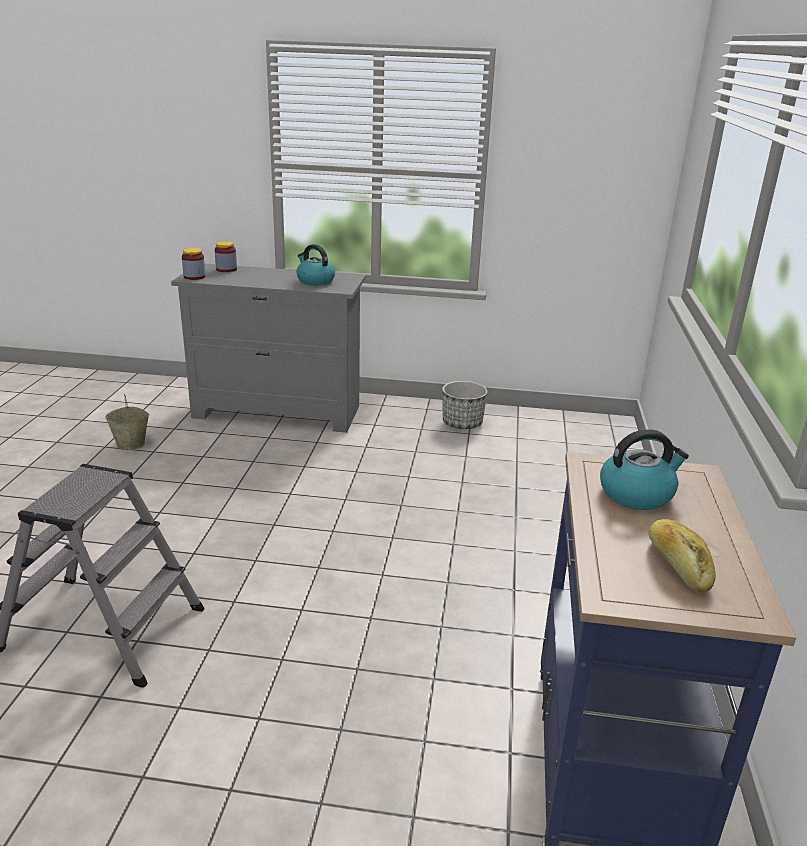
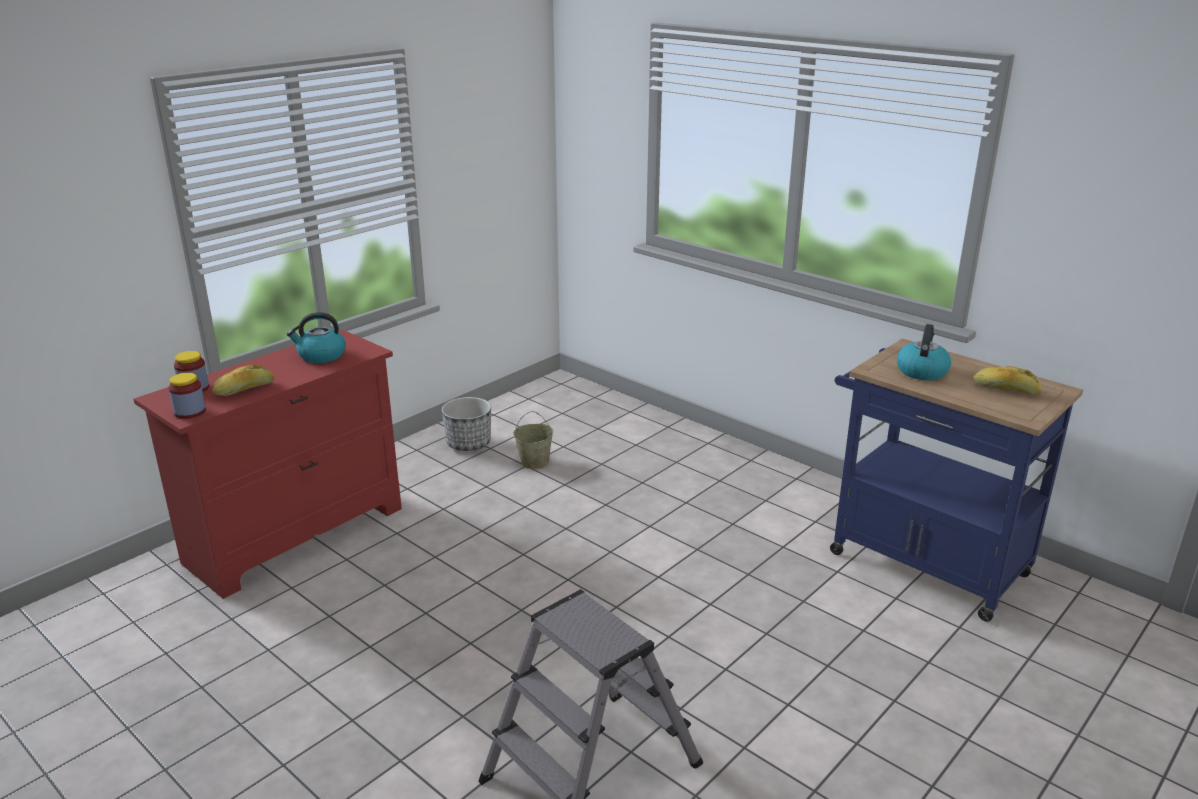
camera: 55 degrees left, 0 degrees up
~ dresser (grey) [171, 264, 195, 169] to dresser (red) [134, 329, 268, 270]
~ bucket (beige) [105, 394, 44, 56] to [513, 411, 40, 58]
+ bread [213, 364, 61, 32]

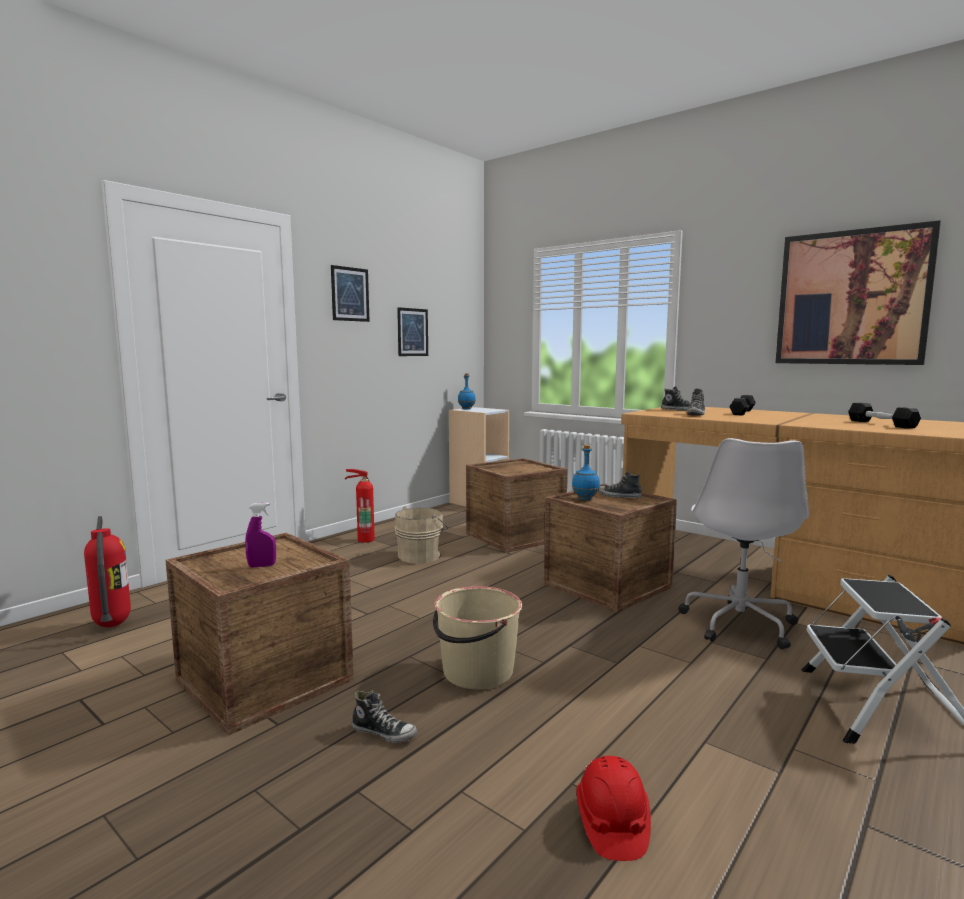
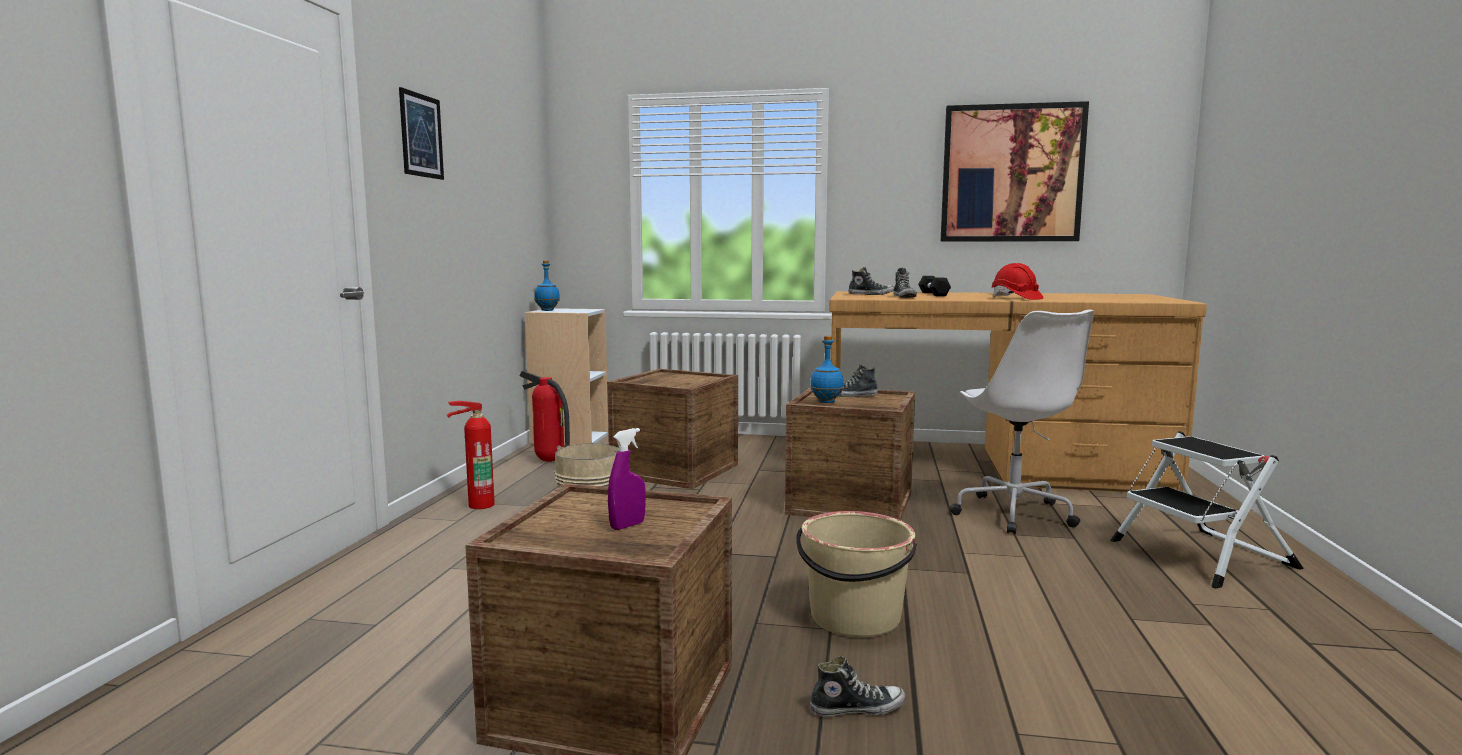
camera: 30 degrees left, 0 degrees up
- picture [397, 307, 31, 49]
- dumbbell (black) [848, 403, 73, 26]
~ fire extinguisher [84, 516, 47, 111] to [520, 371, 50, 91]
~ hard hat (red) [576, 756, 75, 105] to [991, 263, 52, 37]

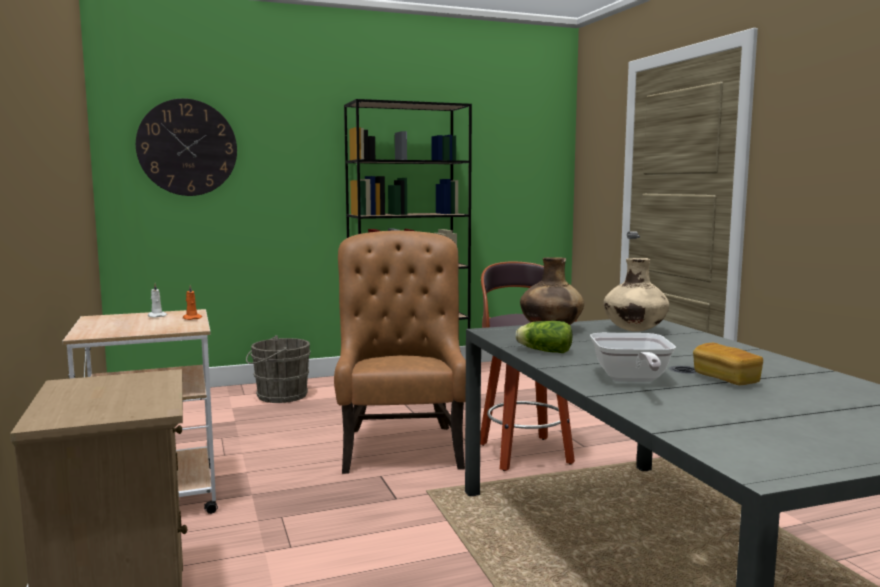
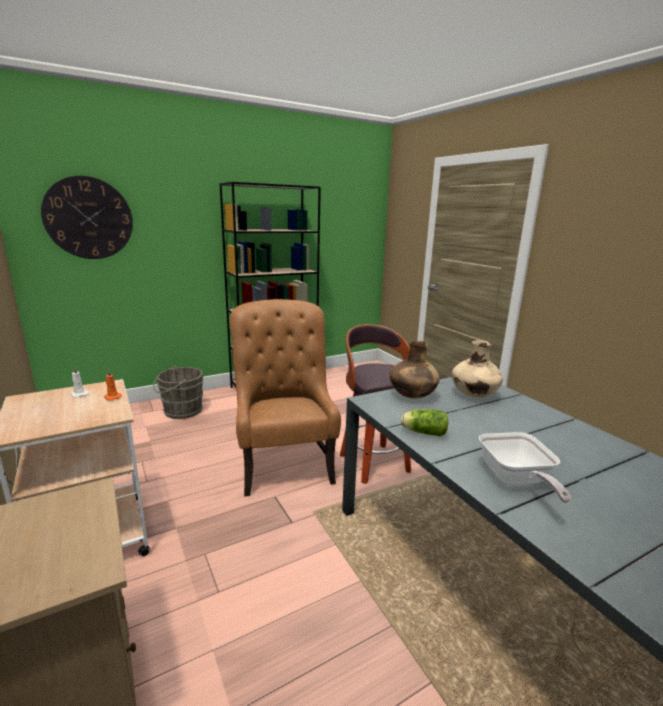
camera: 10 degrees left, 10 degrees up
- bread [693, 343, 70, 42]

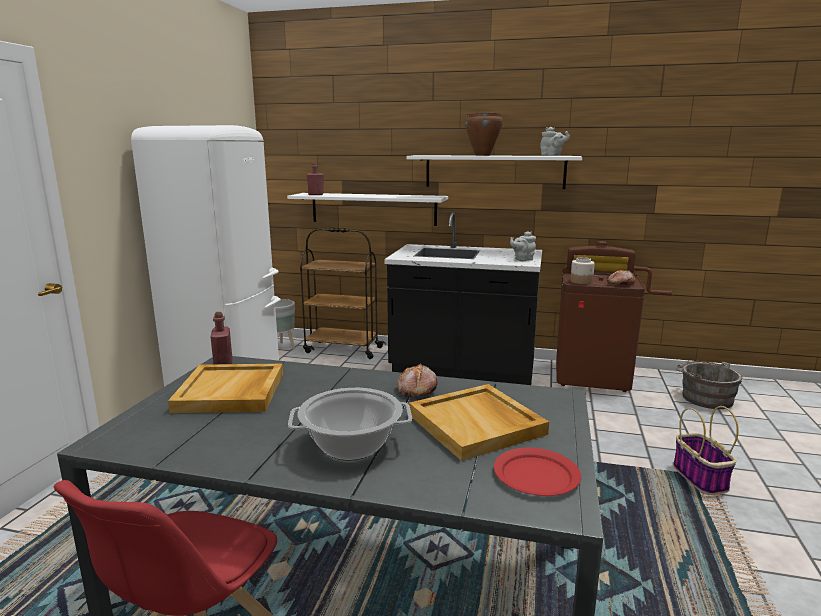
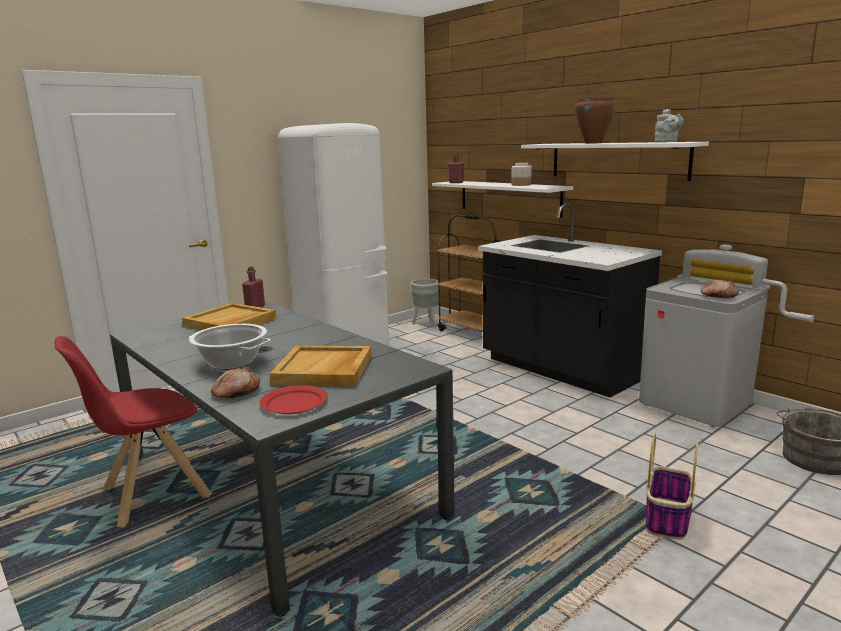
camera: 35 degrees right, 0 degrees up
- teapot (grey) [510, 231, 26, 30]
~ washing machine (brown) [556, 241, 116, 151] to washing machine (grey) [639, 245, 175, 183]
~ jar [570, 257, 25, 27] to [511, 163, 21, 23]
~ bread [397, 363, 40, 34] to [211, 367, 49, 31]

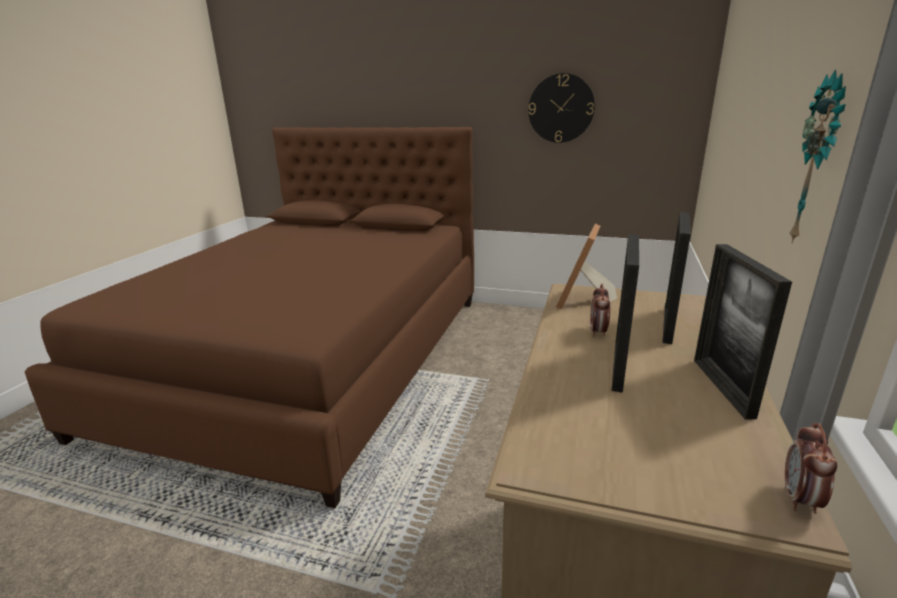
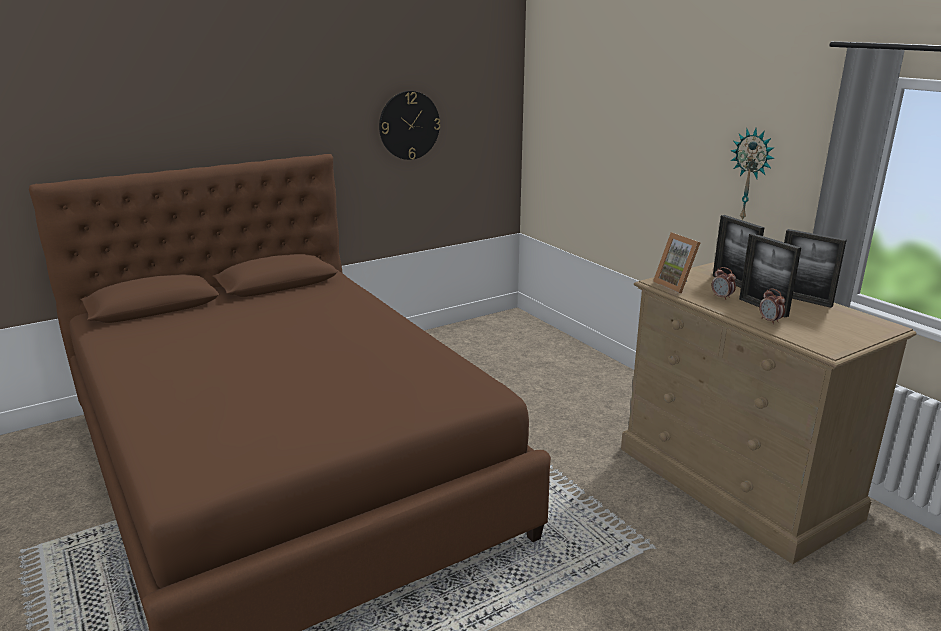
camera: 50 degrees left, 0 degrees up
~ alarm clock [785, 423, 52, 91] to [759, 288, 26, 36]

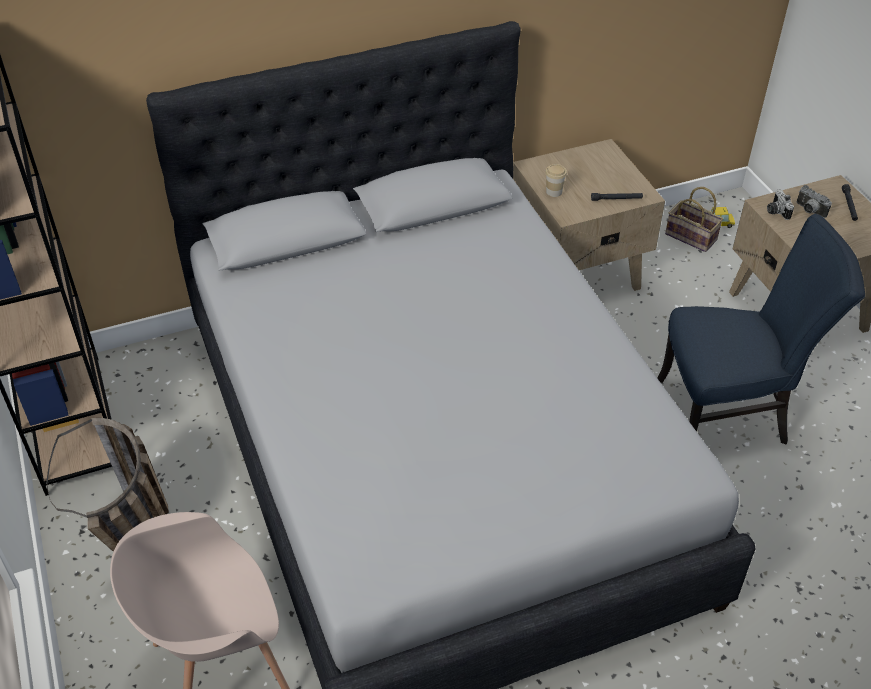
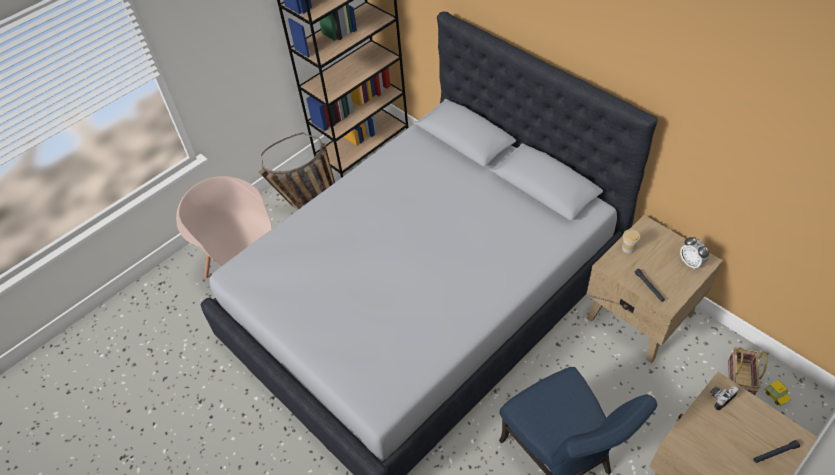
camera: 70 degrees right, 5 degrees up
- photo camera [797, 185, 35, 33]
+ alarm clock [680, 237, 29, 33]

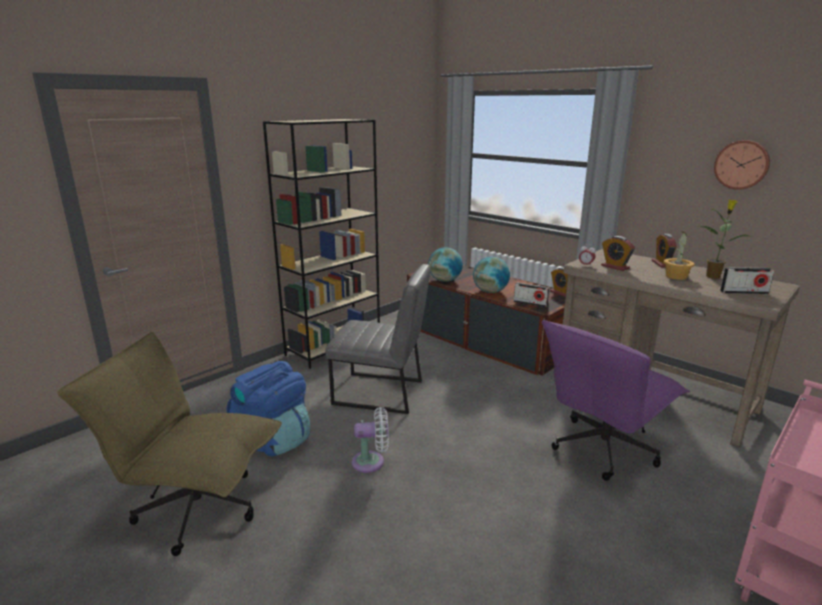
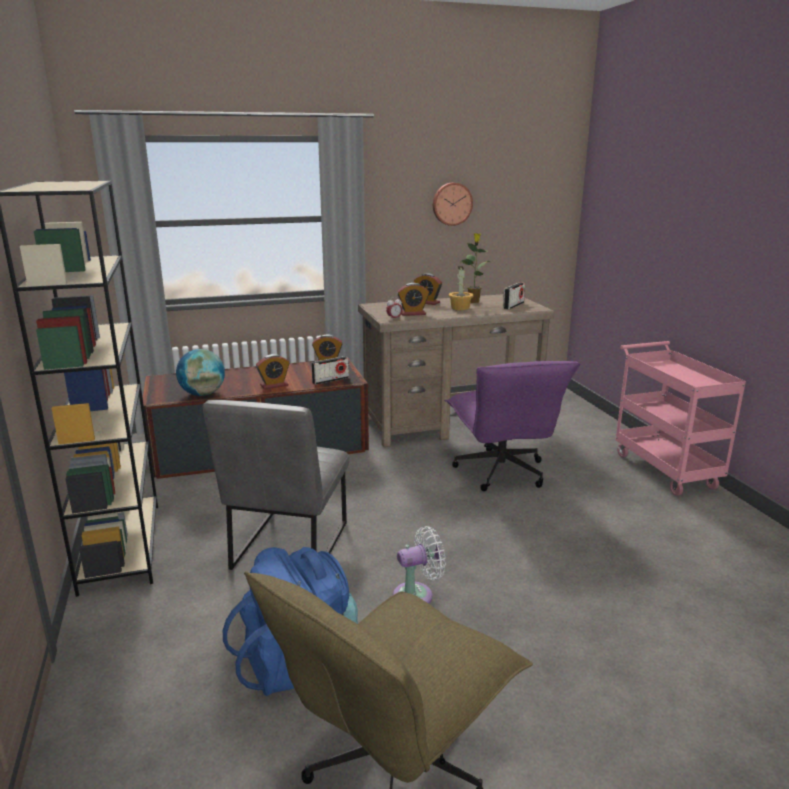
camera: 60 degrees left, 0 degrees up
~ globe [473, 257, 37, 36] to alarm clock [256, 354, 34, 35]
~ chair (grey) [325, 264, 105, 150] = [203, 400, 146, 170] 150 degrees clockwise
~ fan (white) [352, 407, 37, 66] = [393, 526, 53, 78] 45 degrees clockwise

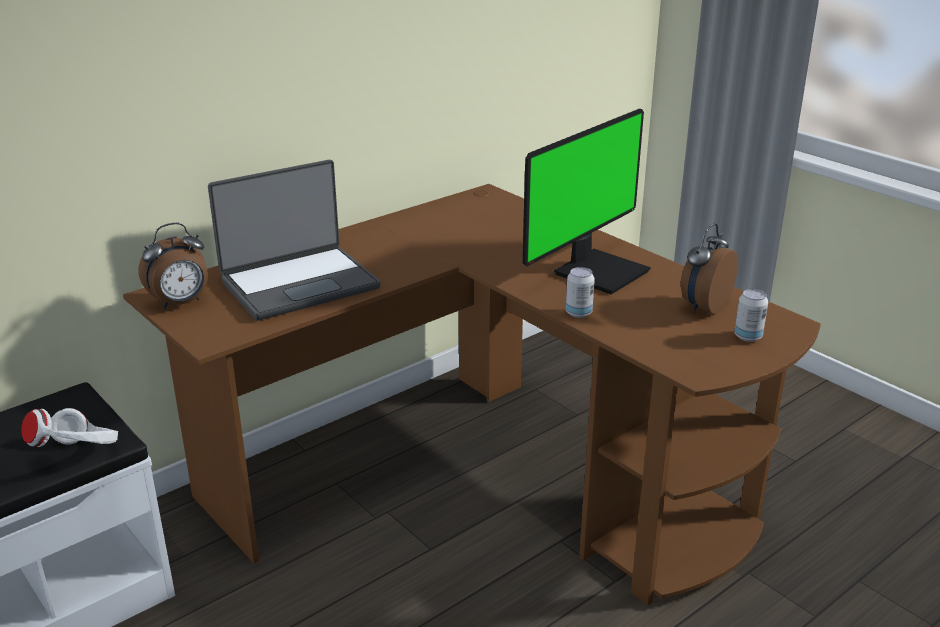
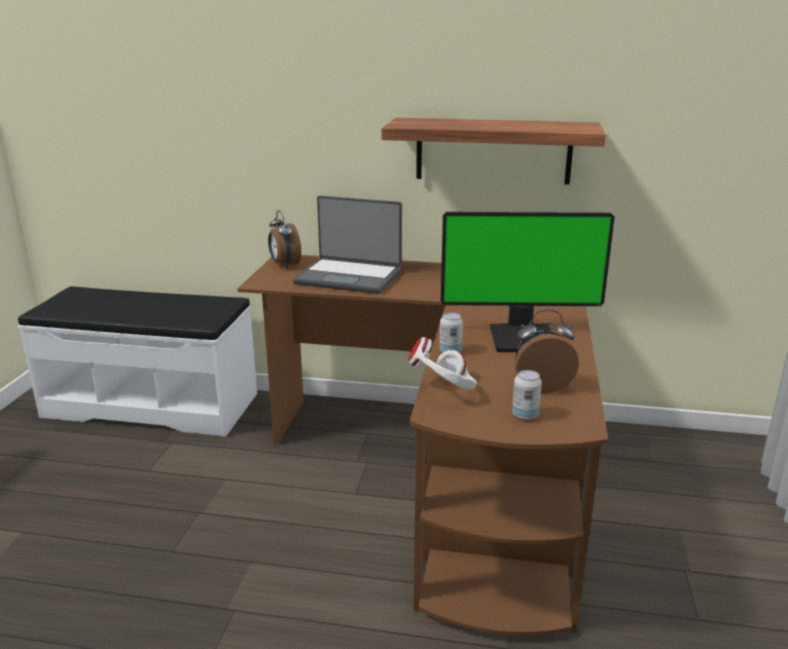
camera: 50 degrees right, 5 degrees down
~ alarm clock [138, 223, 70, 86] = [268, 210, 33, 58] 45 degrees clockwise
~ headphones (white) [21, 408, 97, 39] to [408, 337, 69, 53]
+ shelf [381, 118, 225, 67]

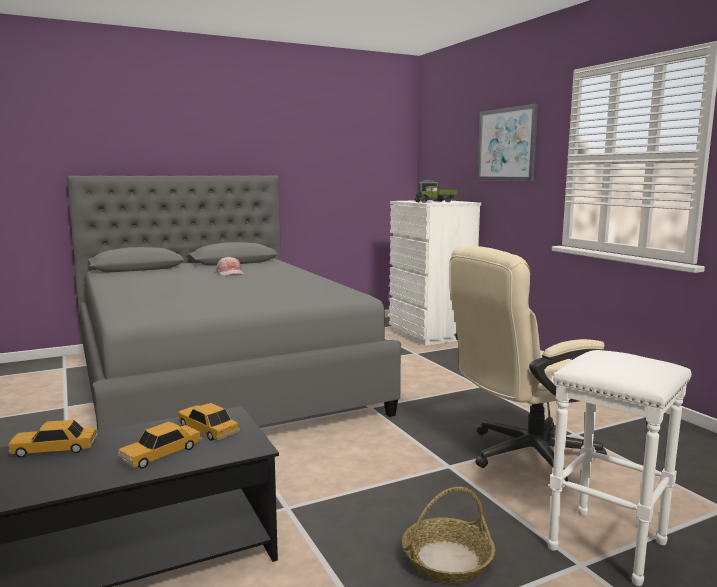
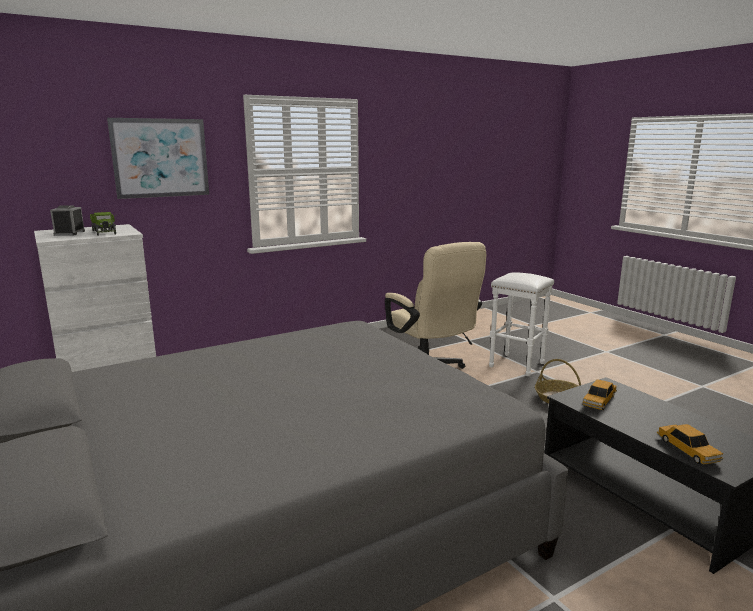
camera: 95 degrees left, 5 degrees up
- cap (pink) [215, 256, 29, 20]
- toy car [118, 422, 84, 47]

